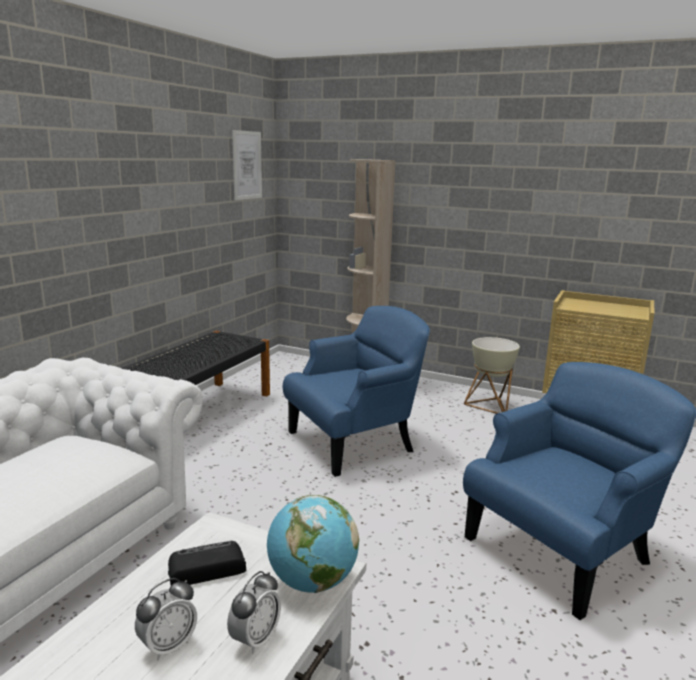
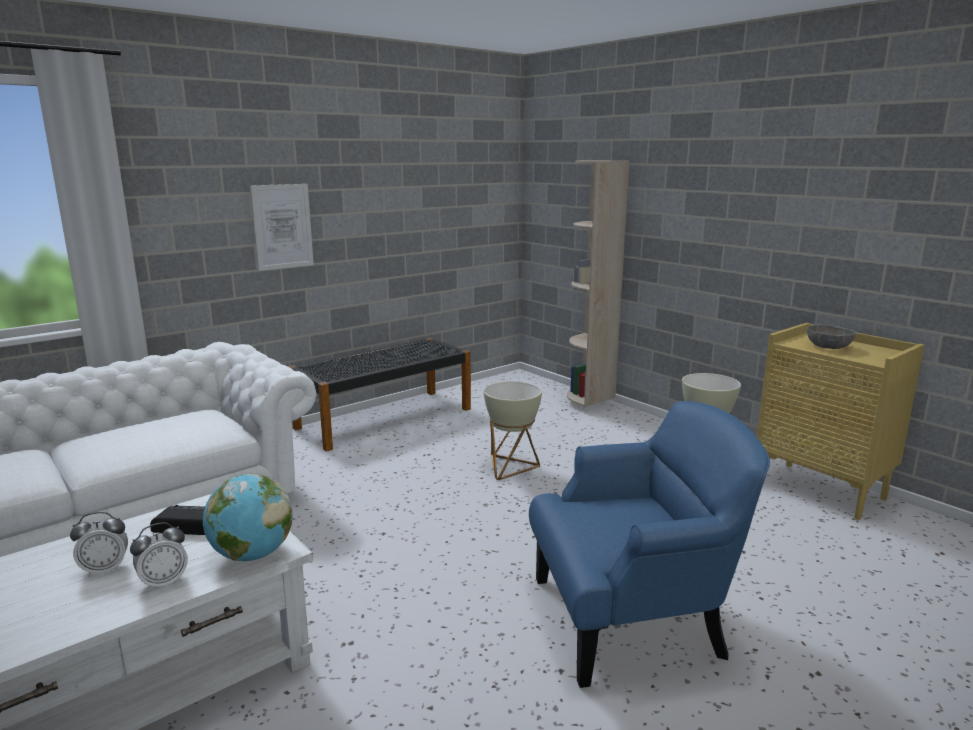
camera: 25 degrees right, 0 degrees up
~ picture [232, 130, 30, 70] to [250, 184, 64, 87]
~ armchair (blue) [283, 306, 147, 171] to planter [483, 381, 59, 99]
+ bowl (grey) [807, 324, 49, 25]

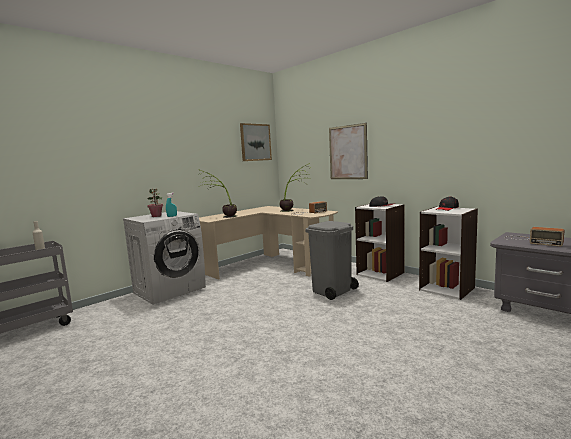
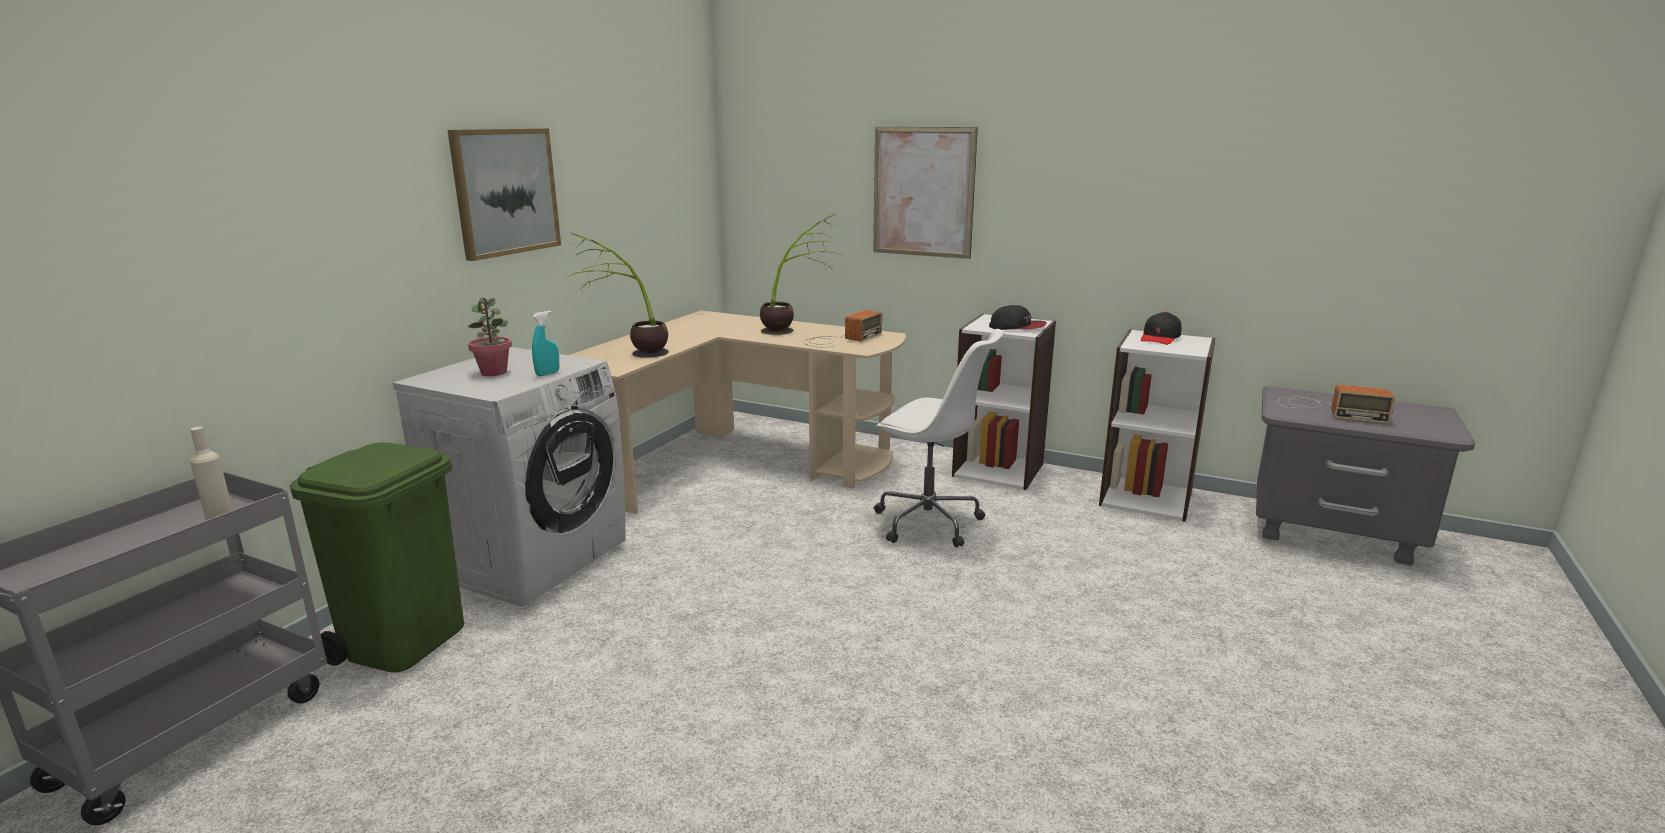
camera: 20 degrees left, 10 degrees up
~ picture [240, 123, 32, 38] to [448, 128, 113, 133]
~ trash can (grey) [305, 221, 54, 79] to office chair (white) [874, 329, 130, 218]
+ trash can (green) [289, 442, 175, 231]

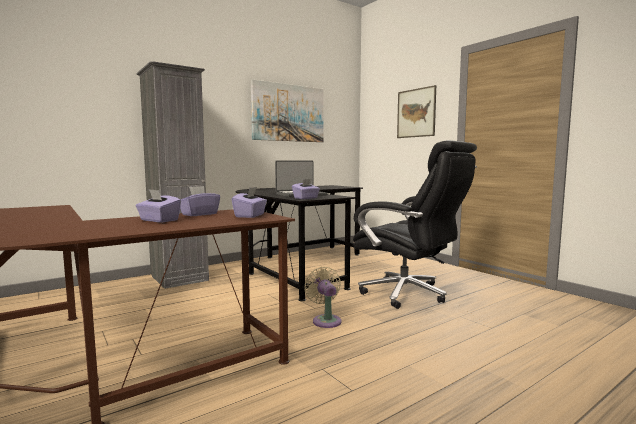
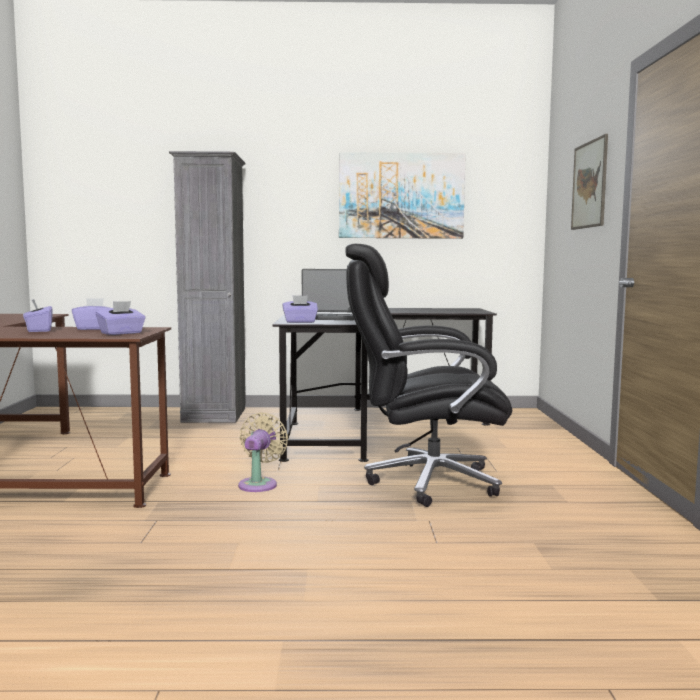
camera: 35 degrees right, 0 degrees up
~ office chair (black) [353, 140, 124, 169] = [345, 244, 167, 263] 105 degrees clockwise

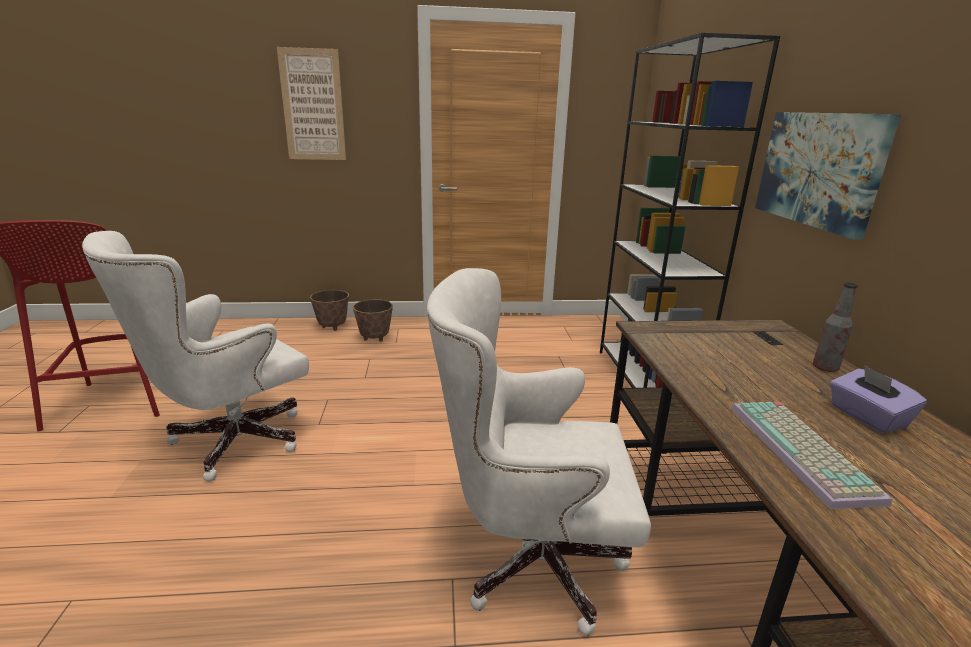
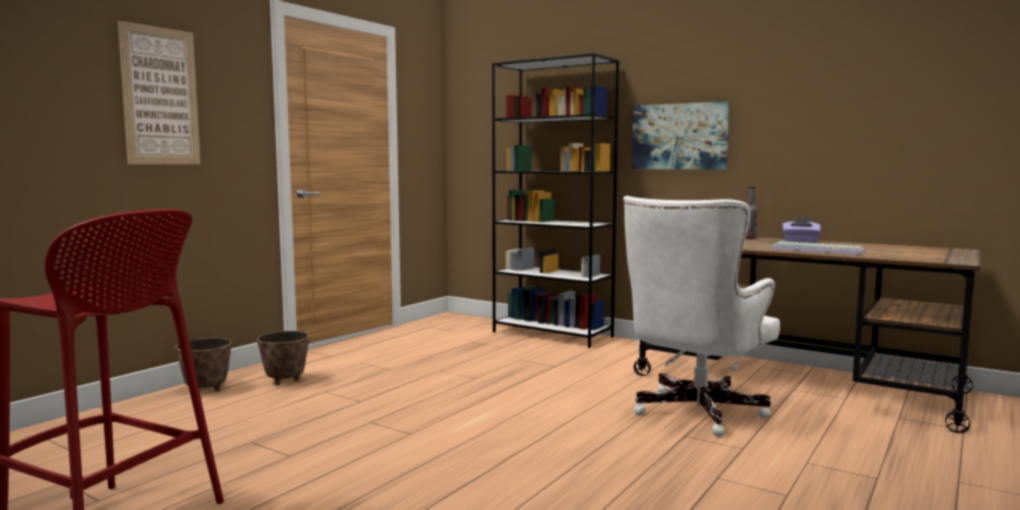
camera: 50 degrees left, 15 degrees down
- office chair (white) [82, 231, 227, 251]

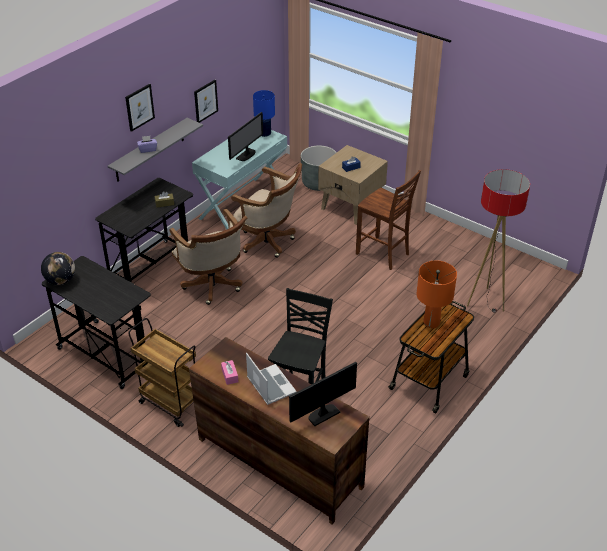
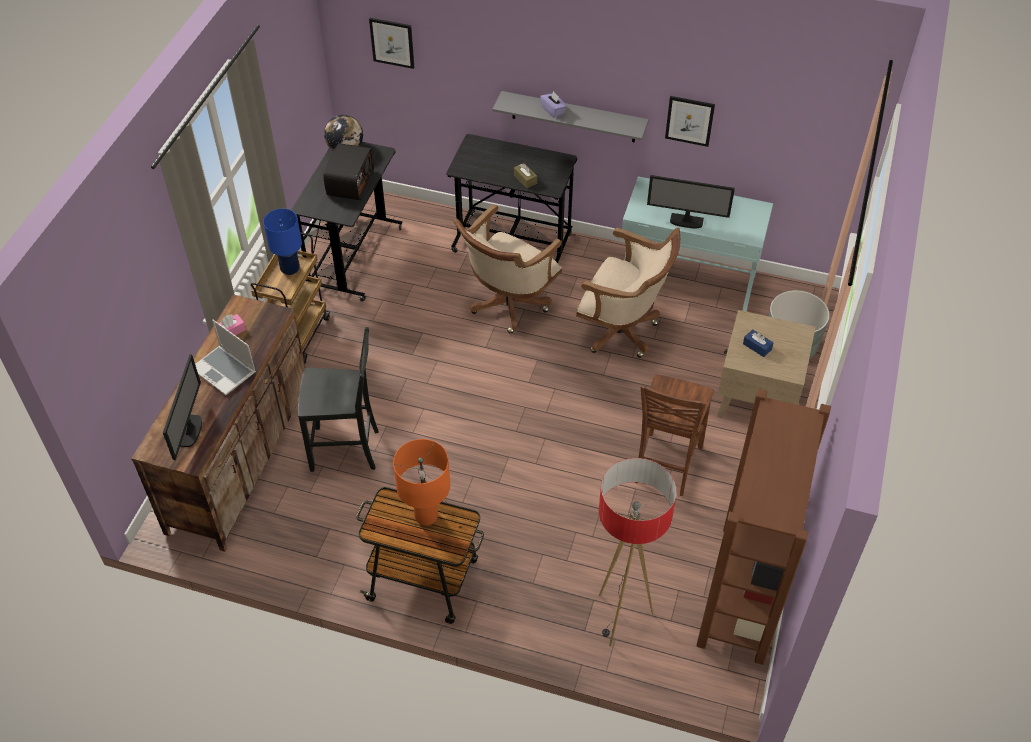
camera: 70 degrees right, 10 degrees up
~ picture [125, 84, 30, 48] to [369, 18, 45, 51]
~ table lamp (blue) [253, 90, 22, 47] to [263, 209, 39, 66]
~ office chair [231, 163, 71, 95] = [576, 228, 104, 130] 75 degrees counterclockwise
~ laptop [246, 353, 51, 52] = [195, 320, 61, 75] 90 degrees clockwise
~ monitor [289, 362, 68, 64] = [163, 354, 39, 106] 60 degrees clockwise
+ radio [323, 143, 51, 57]
+ bookcase (brown) [696, 389, 135, 276]

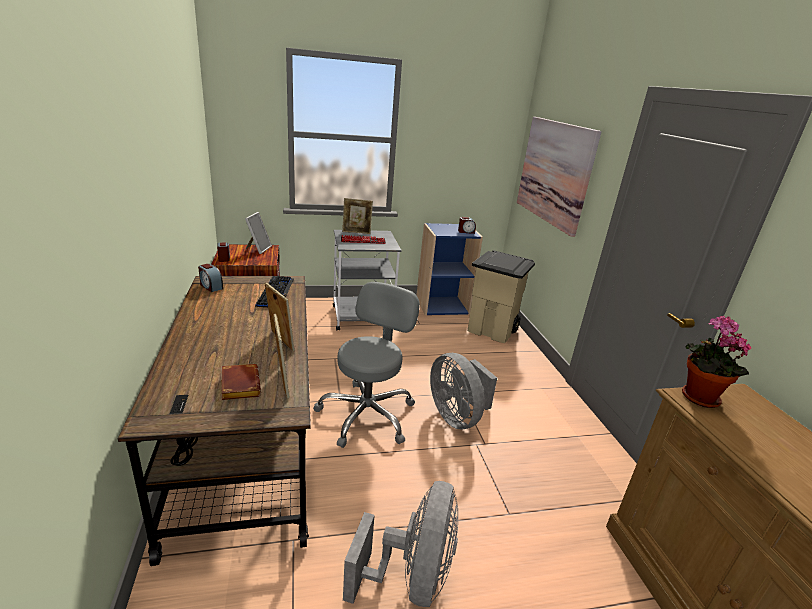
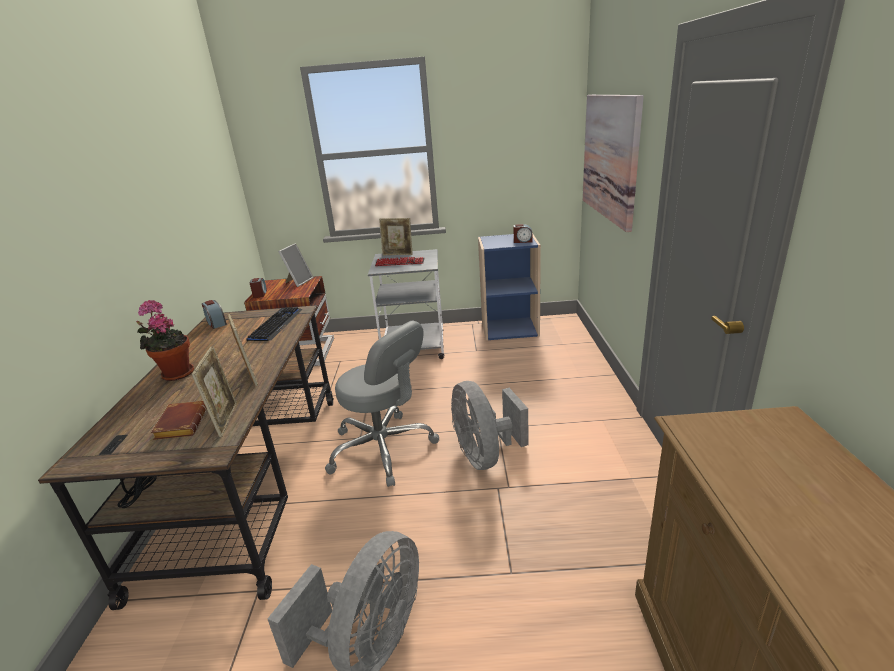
camera: 15 degrees right, 0 degrees up
- trash can (beige) [468, 250, 67, 93]
~ office chair (grey) [313, 282, 107, 166] = [325, 321, 114, 166] 90 degrees clockwise
~ potted plant [682, 316, 69, 92] to [136, 300, 58, 81]

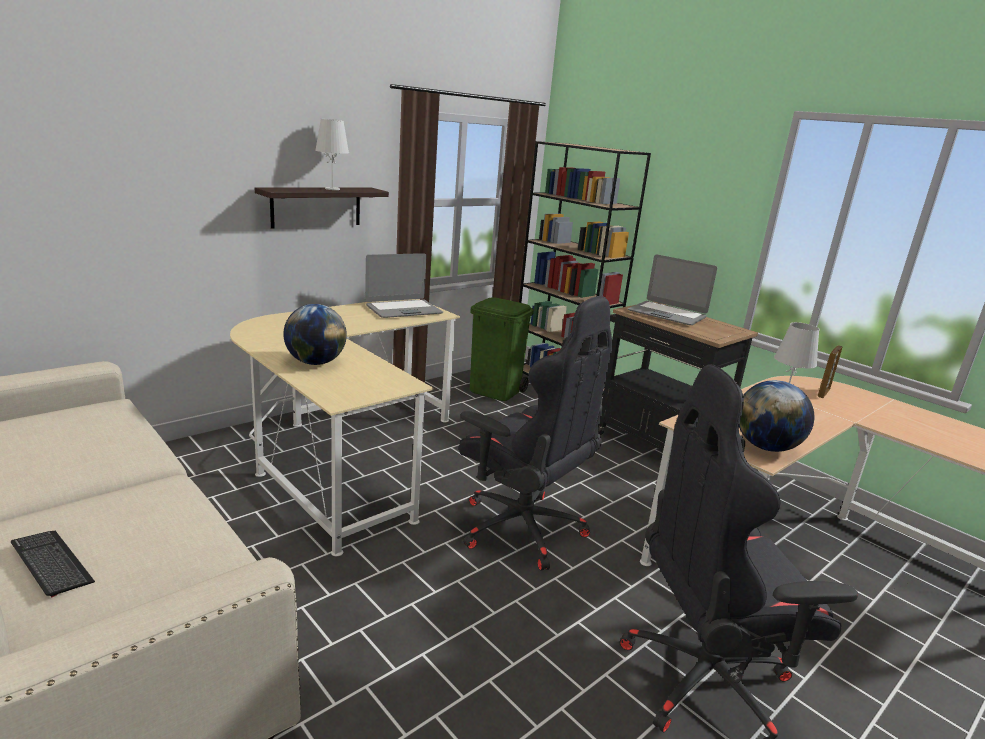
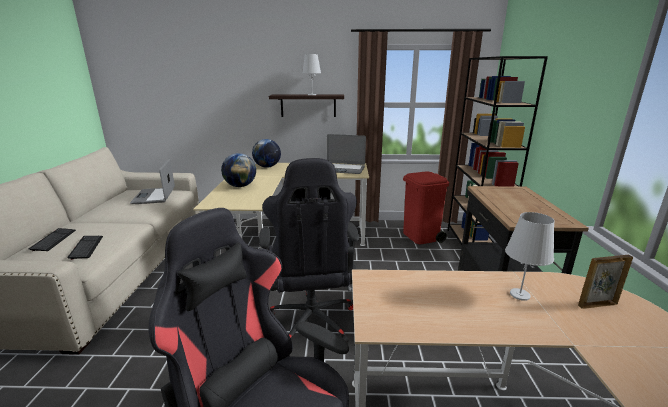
camera: 45 degrees right, 0 degrees up
~ laptop [628, 254, 89, 71] to [130, 159, 45, 45]
~ trash can (green) [470, 297, 64, 104] to trash can (red) [403, 172, 46, 72]
~ globe [739, 380, 75, 72] to [252, 139, 29, 29]
+ keyboard [67, 236, 36, 24]

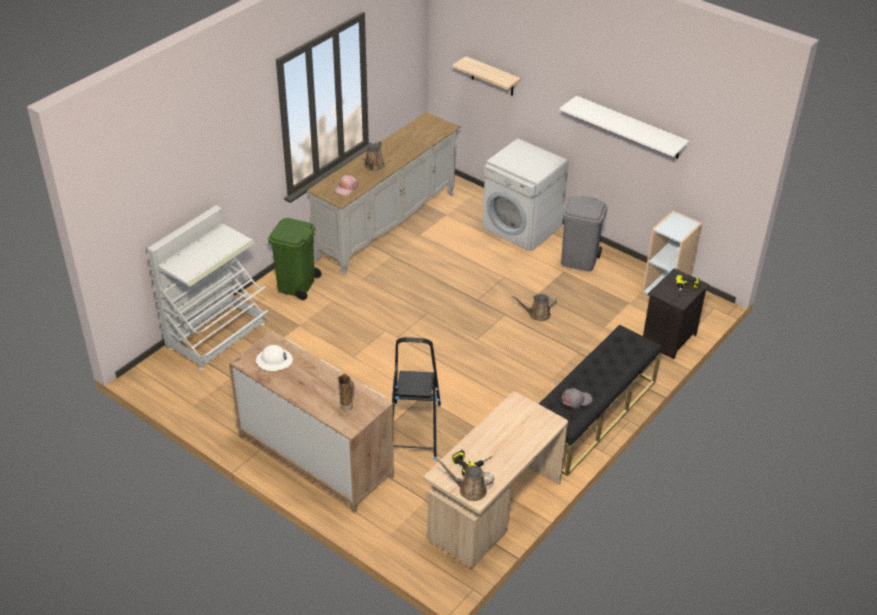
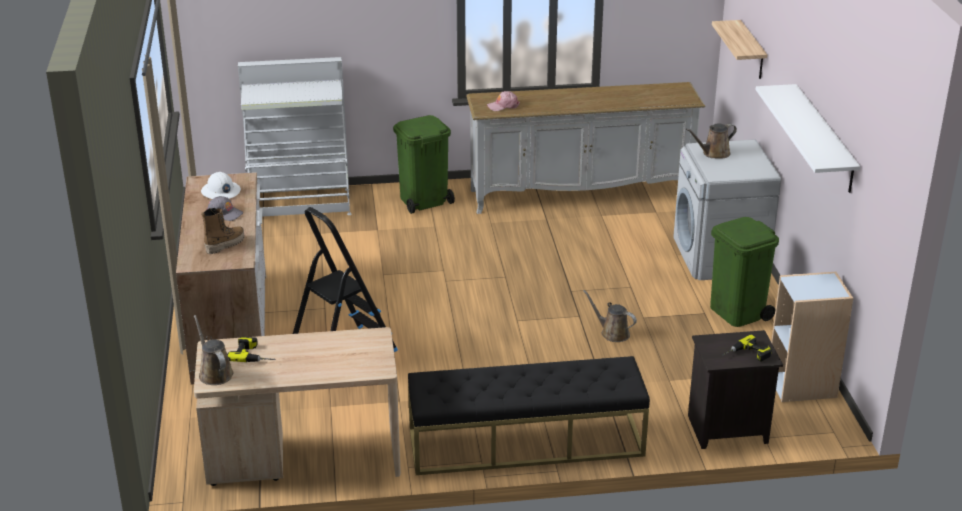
camera: 45 degrees right, 10 degrees down
~ watering can (brown) [362, 141, 23, 30] to [686, 123, 51, 36]
~ trash can (grey) [561, 196, 46, 75] to trash can (green) [710, 217, 69, 110]
~ cap (grey) [561, 388, 31, 21] to [207, 196, 36, 25]

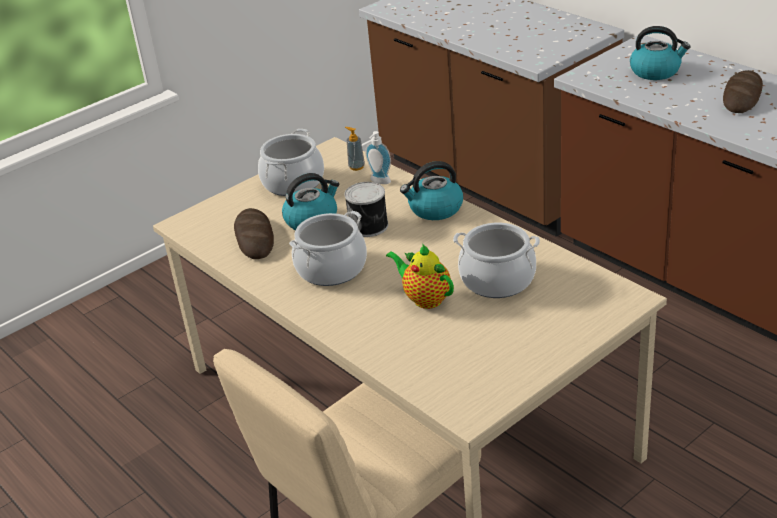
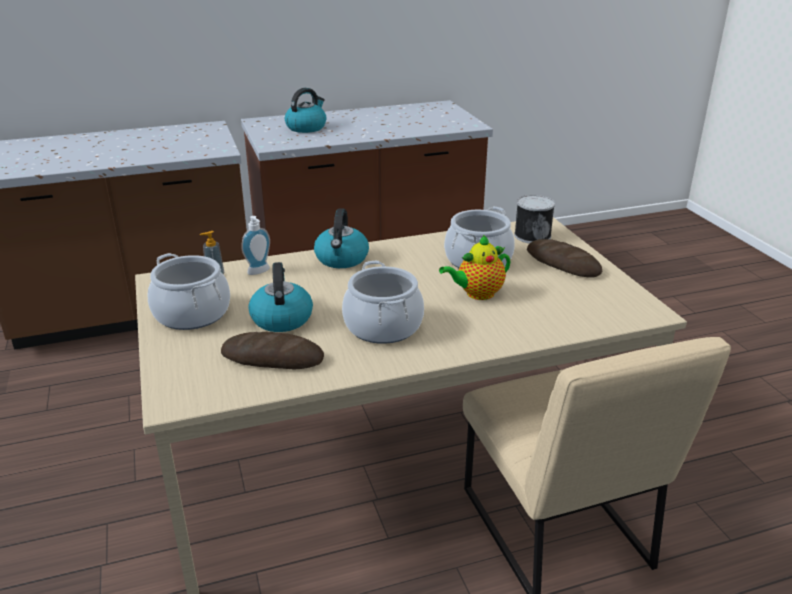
camera: 70 degrees left, 5 degrees down
~ bread [723, 70, 40, 43] to [527, 239, 75, 39]
~ can [345, 182, 43, 55] to [514, 195, 41, 48]

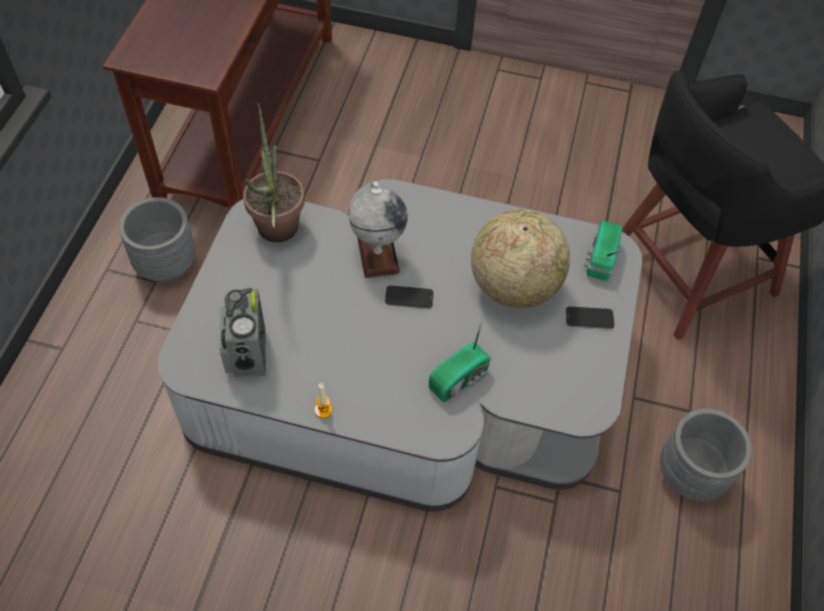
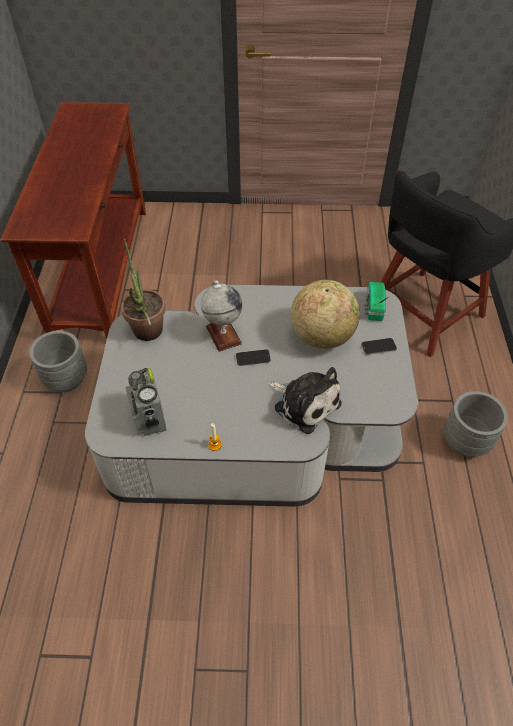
camera: 10 degrees left, 5 degrees down
~ radio [429, 319, 62, 83] to plush toy [269, 367, 73, 67]

